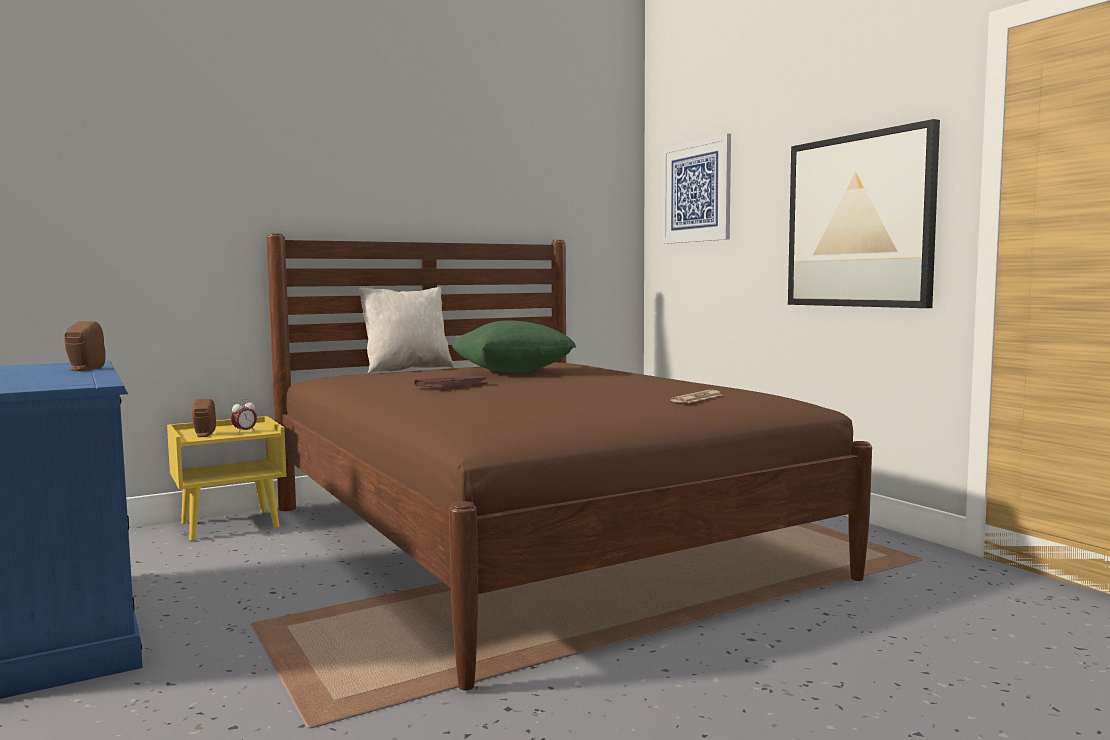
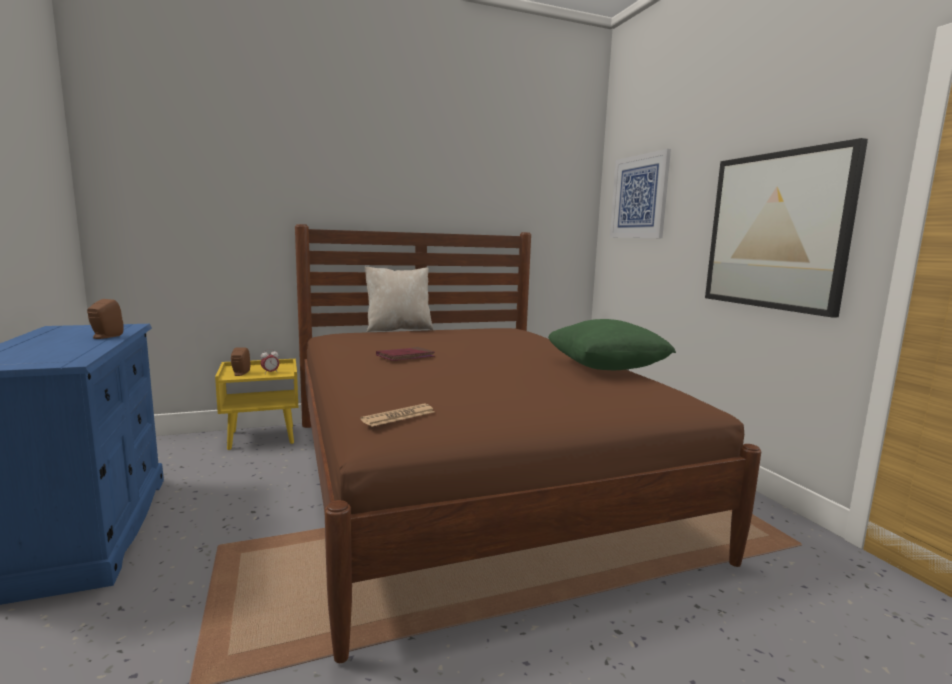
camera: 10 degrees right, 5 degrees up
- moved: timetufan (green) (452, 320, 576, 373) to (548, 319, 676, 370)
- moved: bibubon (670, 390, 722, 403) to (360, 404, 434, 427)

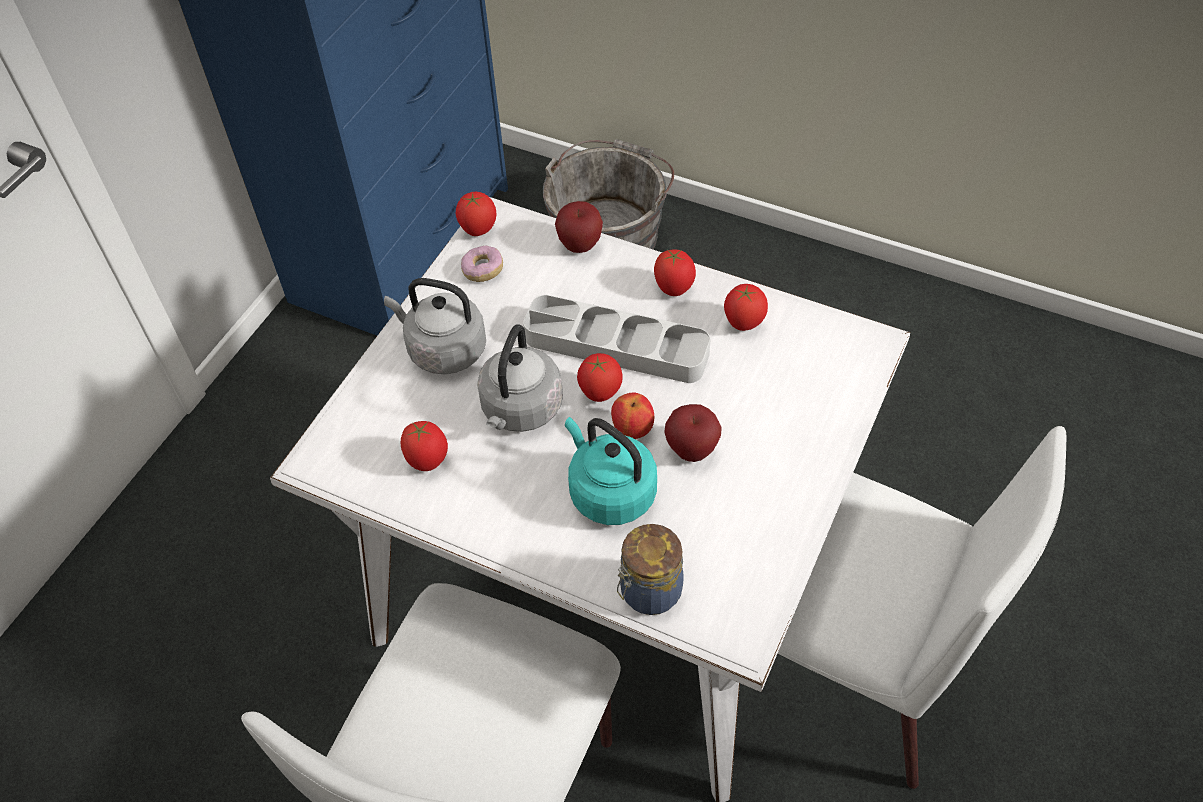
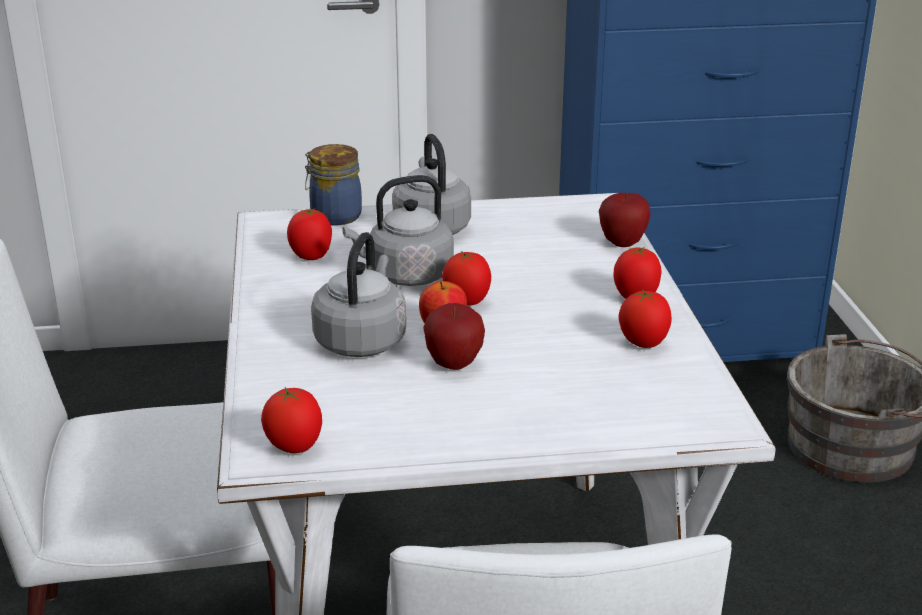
camera: 55 degrees right, 25 degrees down
- moved: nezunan (456, 192, 497, 236) to (261, 387, 322, 453)
- removed: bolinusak (461, 246, 503, 282)
- removed: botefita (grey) (523, 295, 710, 383)
- recoloured: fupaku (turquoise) (565, 417, 657, 525) to fupaku (grey) (311, 232, 406, 357)
- moved: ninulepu (617, 524, 684, 615) to (305, 144, 362, 225)

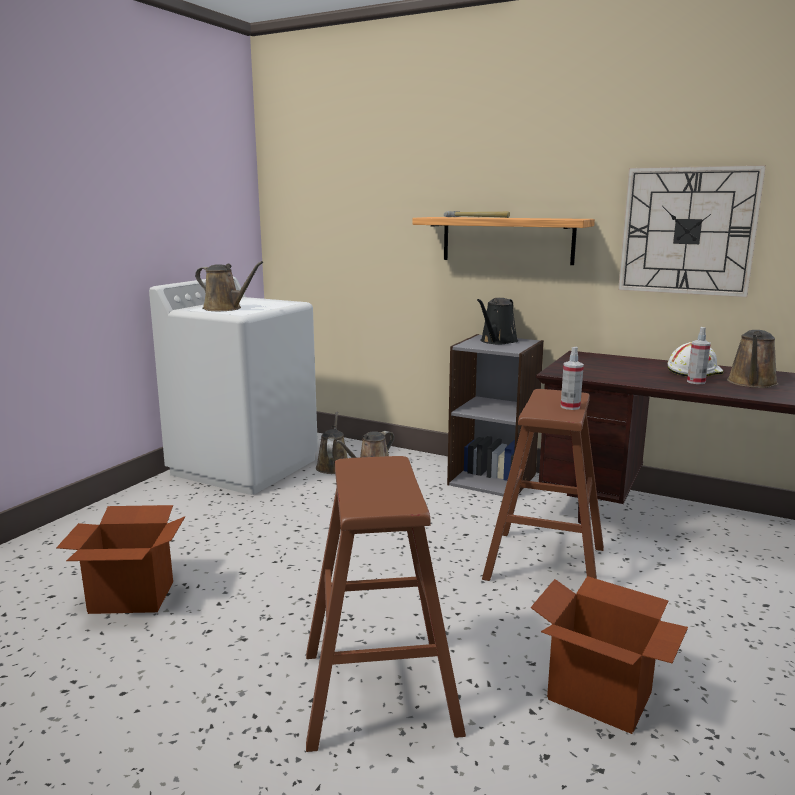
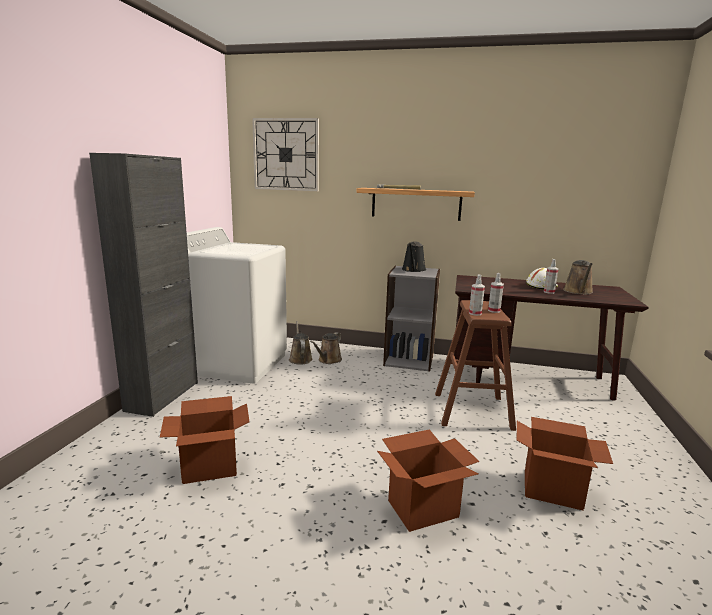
camera: 15 degrees left, 0 degrees up
- moved: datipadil (618, 165, 766, 297) to (252, 118, 319, 191)
- removed: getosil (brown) (195, 261, 263, 311)
- replaced: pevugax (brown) (306, 456, 466, 752) to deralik (377, 429, 479, 532)
- added: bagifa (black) (89, 153, 198, 417)
- added: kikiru (469, 274, 485, 316)

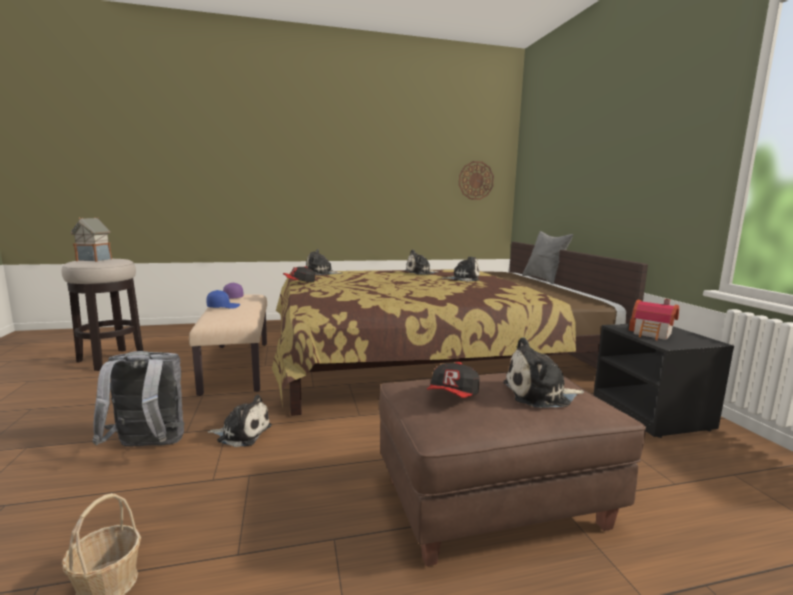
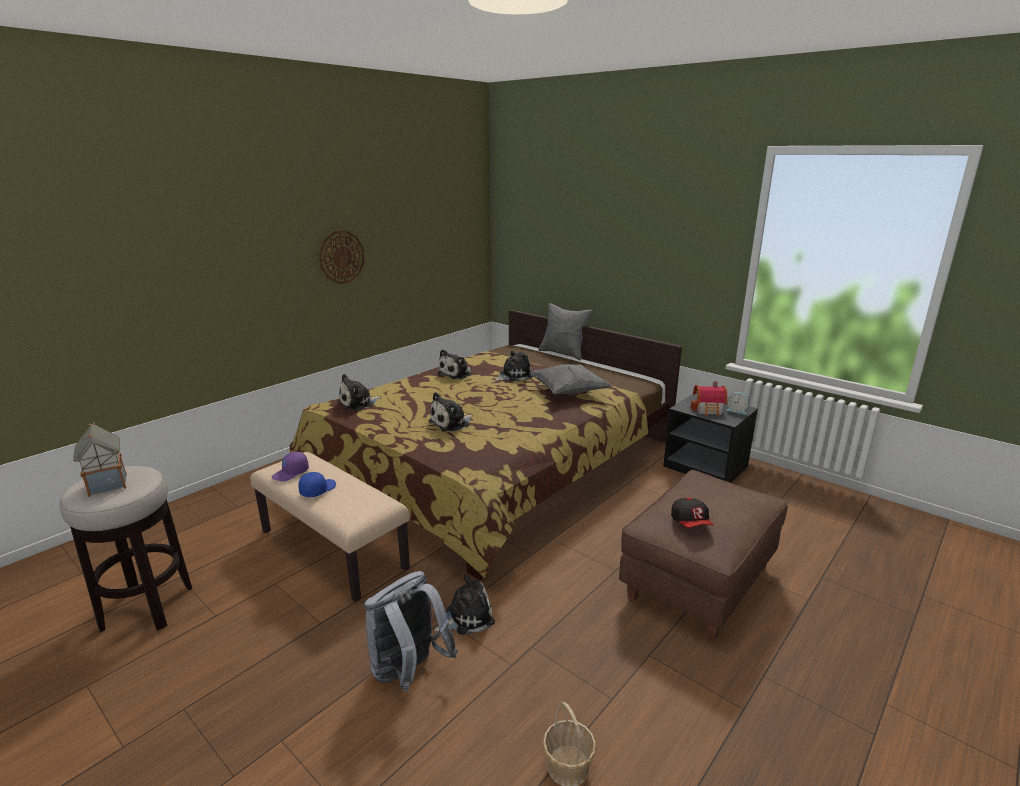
camera: 35 degrees left, 10 degrees up
- moved: datipadil (459, 161, 494, 200) to (319, 230, 365, 284)
- removed: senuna (283, 266, 315, 282)
- moved: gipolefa (503, 337, 584, 408) to (428, 392, 473, 432)
- added: timetufan (grey) (530, 364, 611, 395)
- added: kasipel (726, 392, 749, 415)

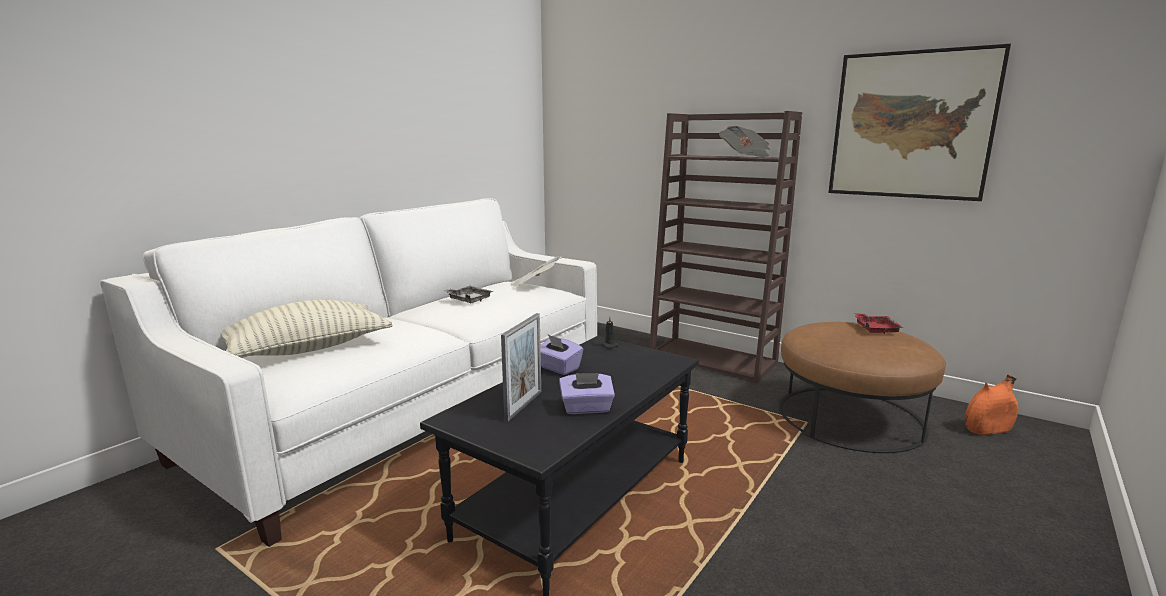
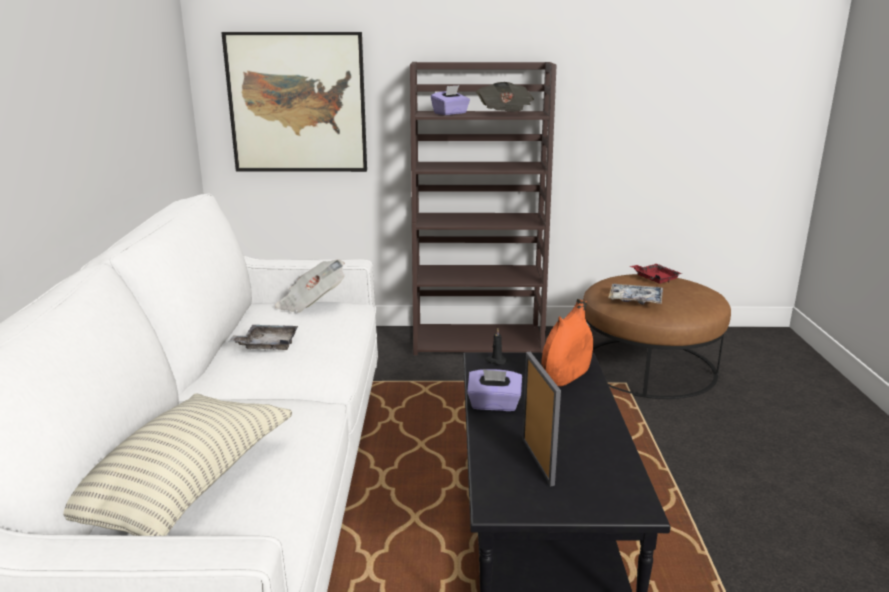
camera: 35 degrees left, 5 degrees up
- moved: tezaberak (828, 44, 1011, 201) to (221, 32, 367, 172)
- moved: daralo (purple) (559, 373, 615, 414) to (431, 85, 470, 115)
- moved: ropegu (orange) (965, 374, 1019, 435) to (541, 299, 593, 386)
- added: botefita (608, 284, 663, 305)

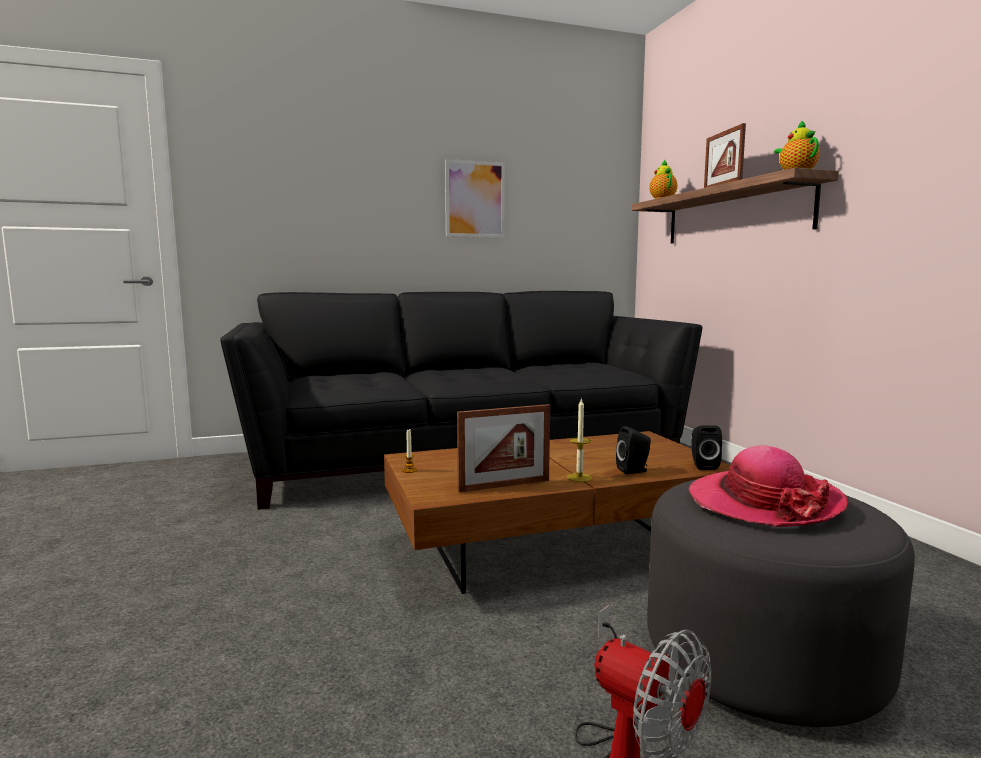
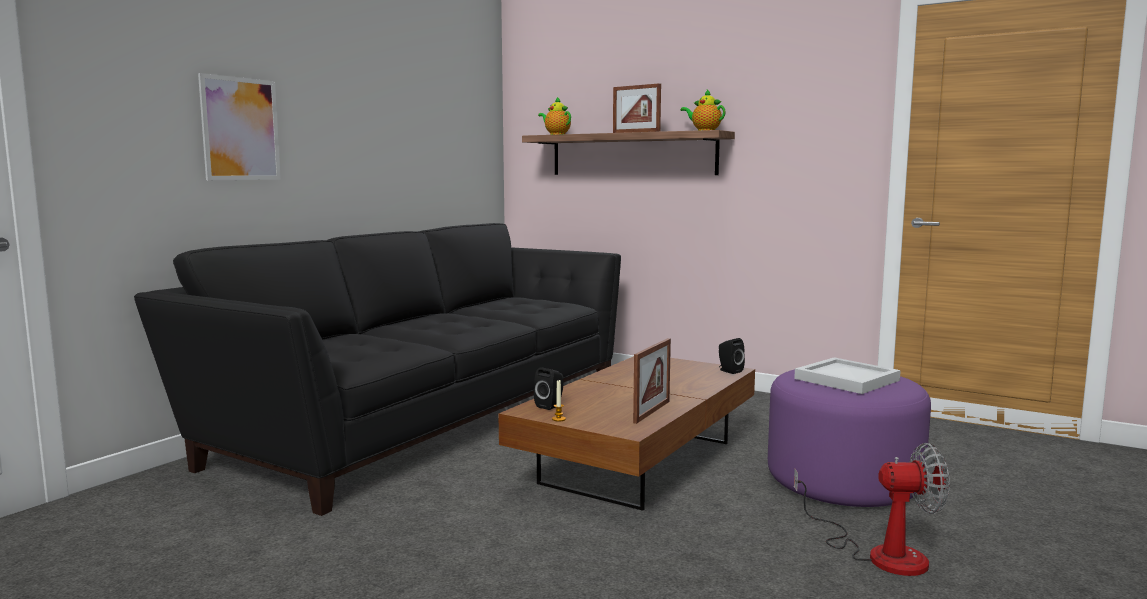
camera: 40 degrees left, 0 degrees up
- moved: tezaberak (445, 159, 505, 238) to (198, 73, 281, 180)
- removed: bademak (567, 398, 592, 482)
- moved: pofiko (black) (616, 426, 651, 474) to (534, 367, 564, 410)
- replaced: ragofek (689, 446, 848, 527) to botefita (white) (794, 357, 901, 394)
- recoloured: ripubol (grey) (647, 479, 915, 727) to ripubol (purple) (768, 369, 931, 507)

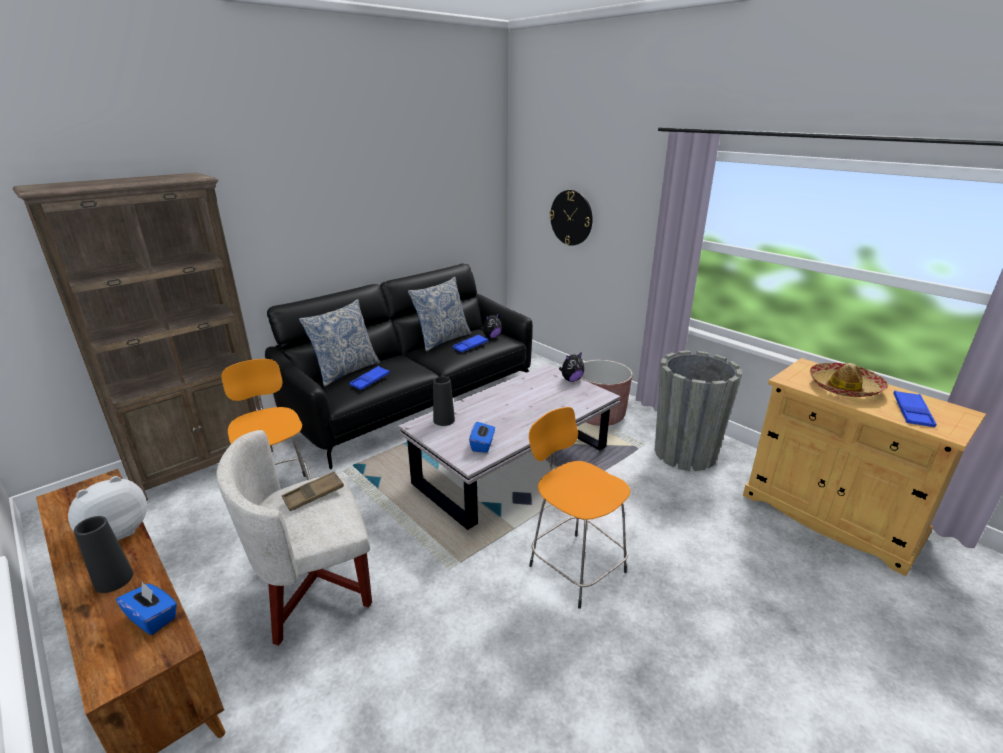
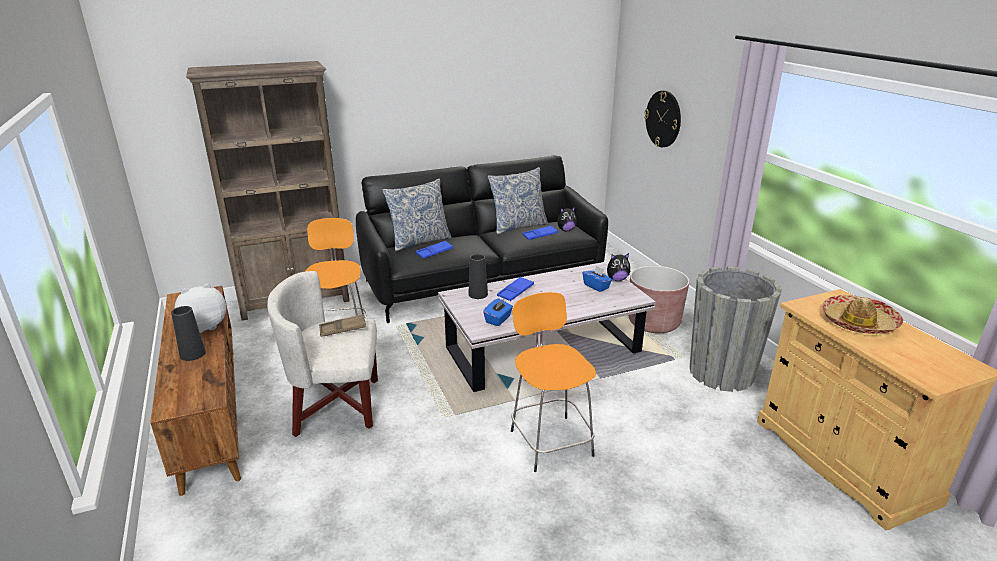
camera: 20 degrees right, 0 degrees up
- moved: botefita (blue) (893, 390, 936, 427) to (497, 277, 534, 301)
- moved: daralo (blue) (116, 582, 177, 635) to (583, 266, 612, 292)

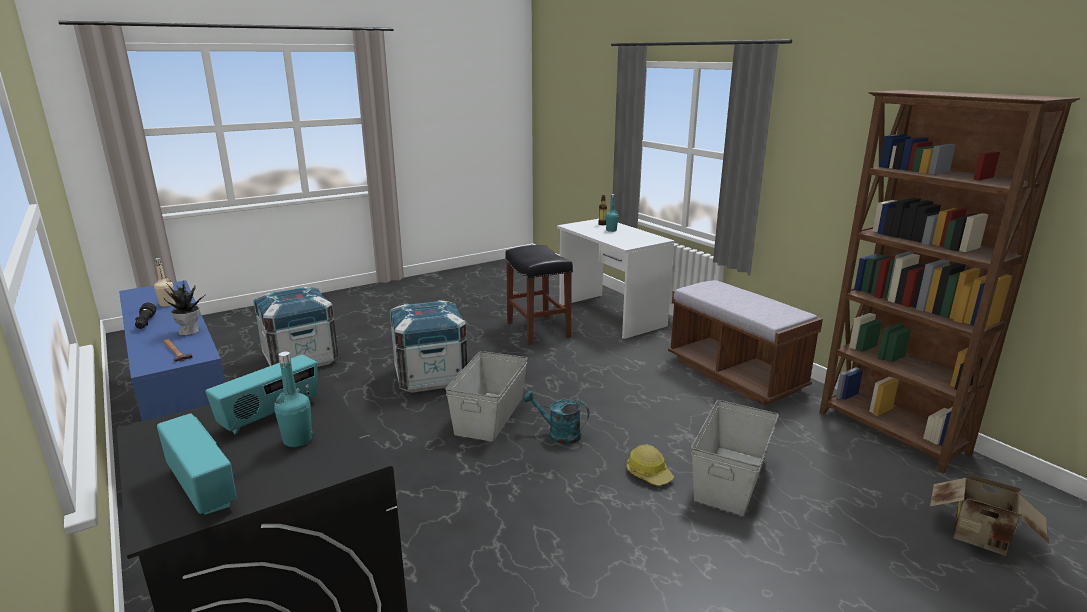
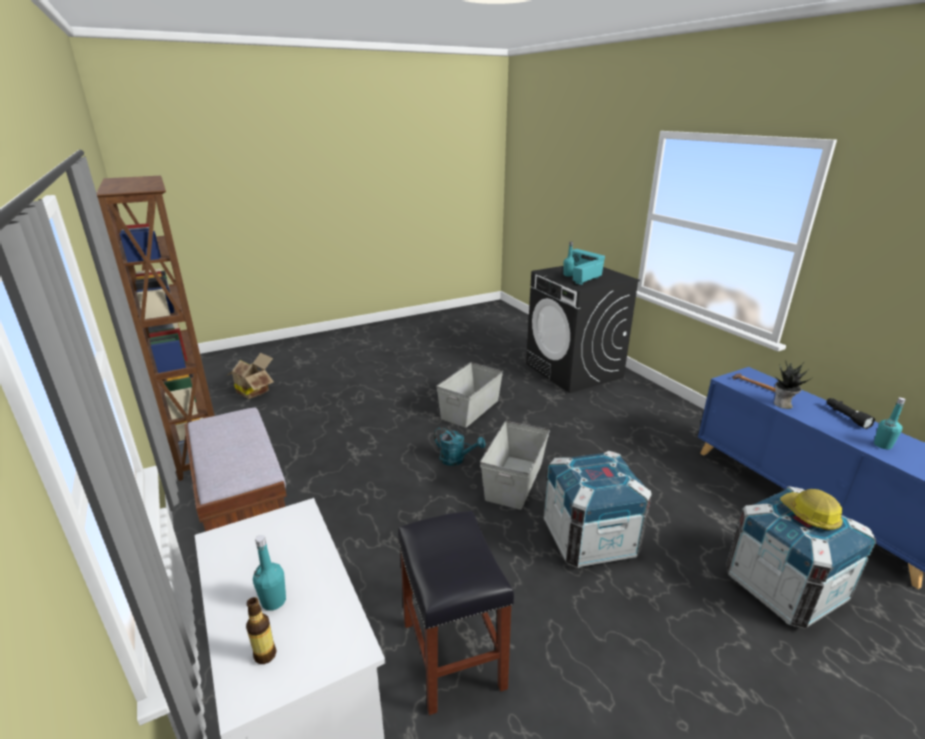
camera: 175 degrees left, 5 degrees up
- recoloured: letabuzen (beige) (154, 258, 175, 307) to letabuzen (turquoise) (874, 398, 906, 449)
- moved: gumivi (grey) (691, 400, 779, 515) to (436, 362, 503, 428)
- moved: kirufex (626, 444, 674, 486) to (780, 489, 843, 530)

